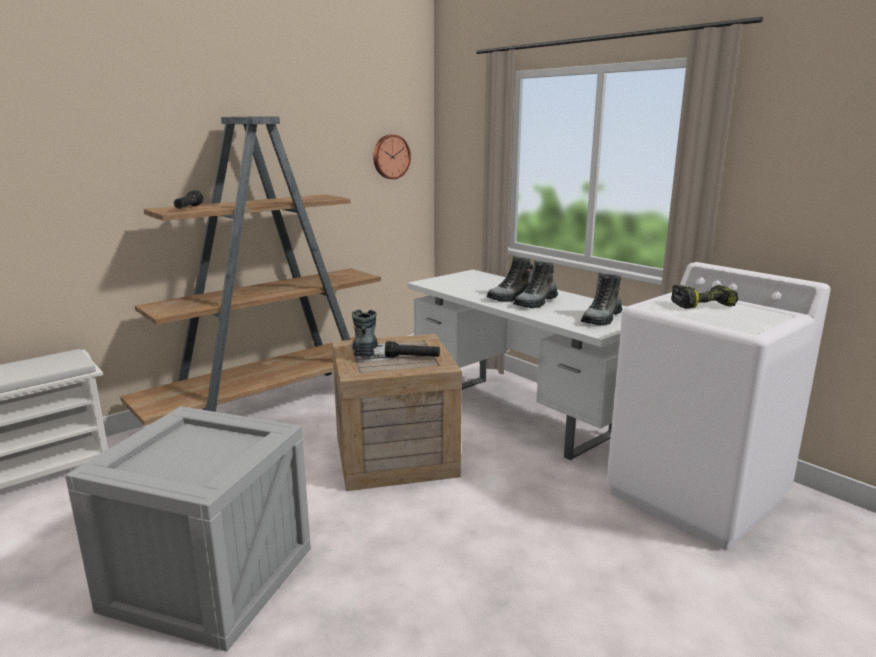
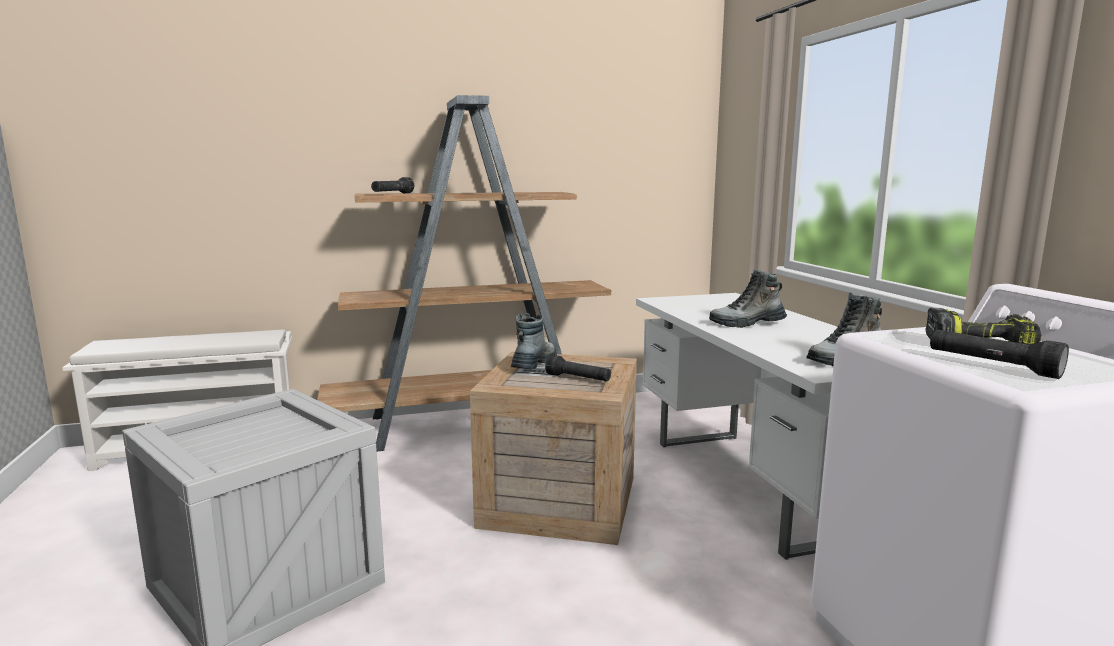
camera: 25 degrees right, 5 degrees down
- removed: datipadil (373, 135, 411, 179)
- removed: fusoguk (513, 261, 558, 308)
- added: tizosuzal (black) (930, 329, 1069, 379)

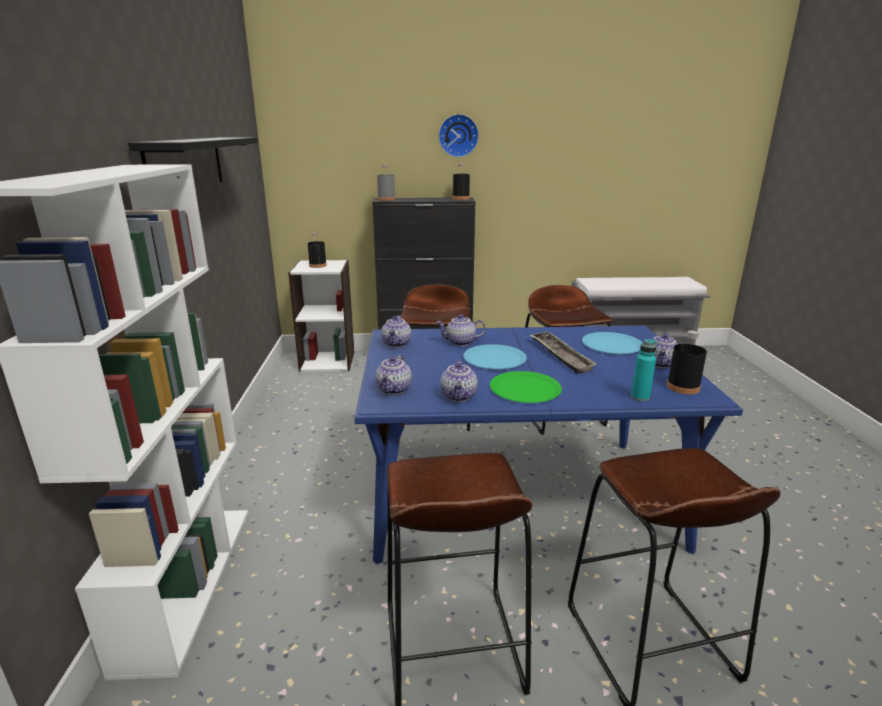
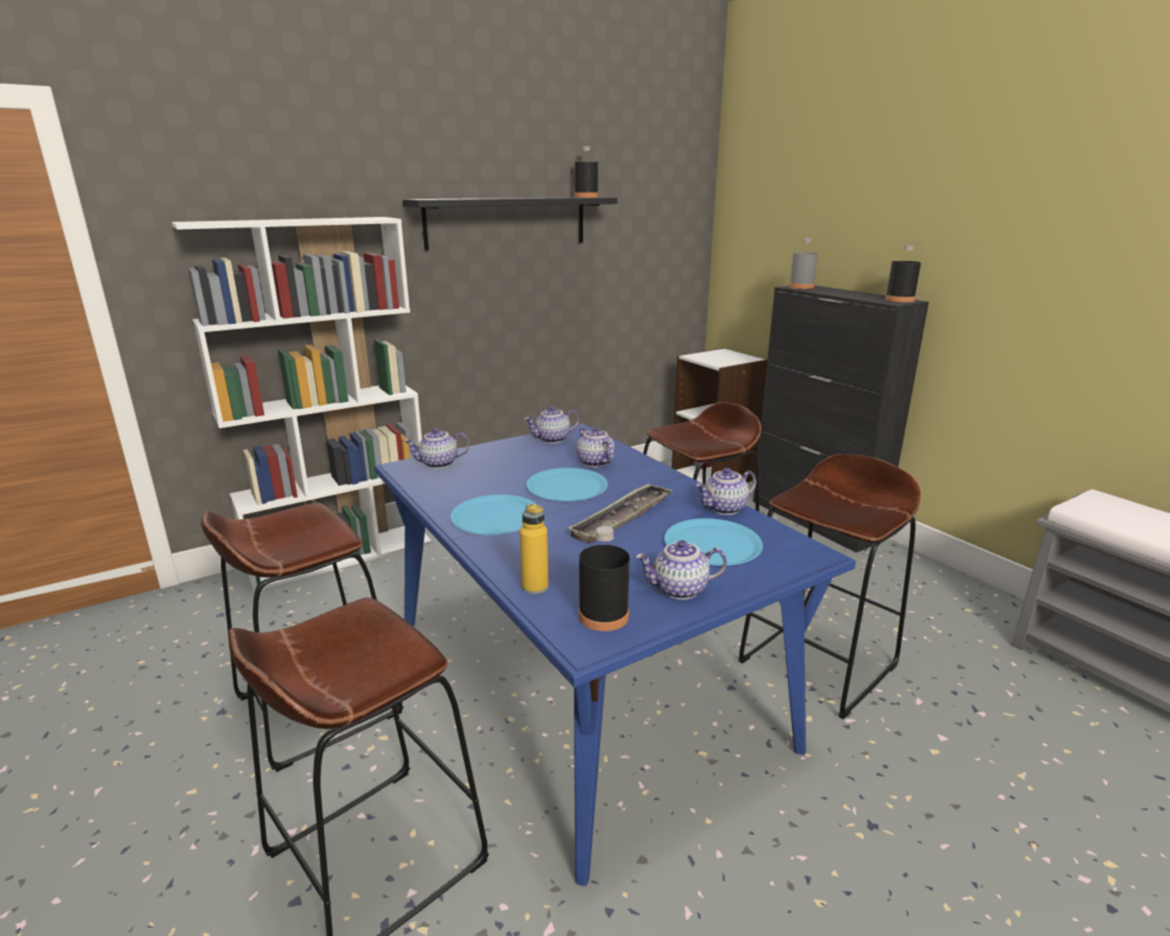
camera: 60 degrees right, 0 degrees up
- removed: datipadil (438, 114, 479, 157)
- moved: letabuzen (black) (308, 232, 327, 268) to (574, 146, 598, 197)
- recoloured: letabuzen (turquoise) (631, 339, 657, 401) to letabuzen (yellow) (520, 503, 549, 594)
- moved: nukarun (440, 360, 478, 402) to (696, 468, 756, 515)
- recoloured: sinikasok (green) (490, 371, 562, 403) to sinikasok (blue) (450, 495, 537, 535)

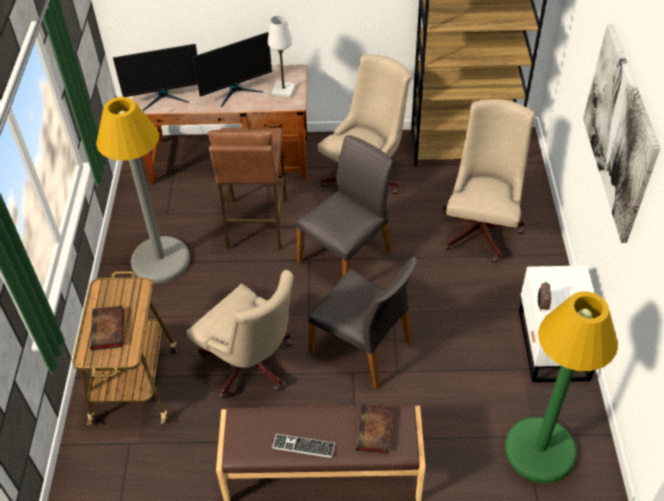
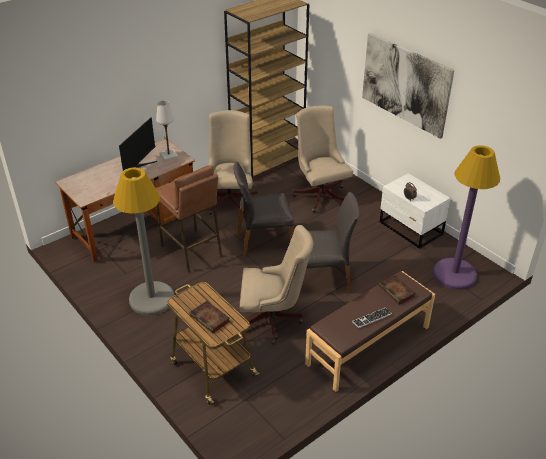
camera: 40 degrees left, 10 degrees down
- removed: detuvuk (113, 44, 198, 111)
- turned: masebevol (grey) (296, 135, 393, 277) = (233, 161, 294, 258) 105 degrees counterclockwise
- recoloured: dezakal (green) (505, 291, 618, 483) to dezakal (purple) (433, 145, 500, 290)

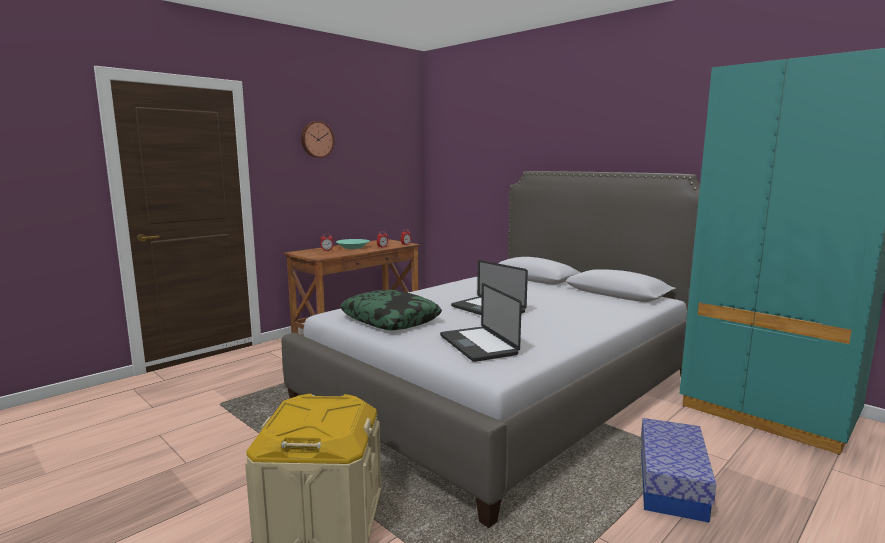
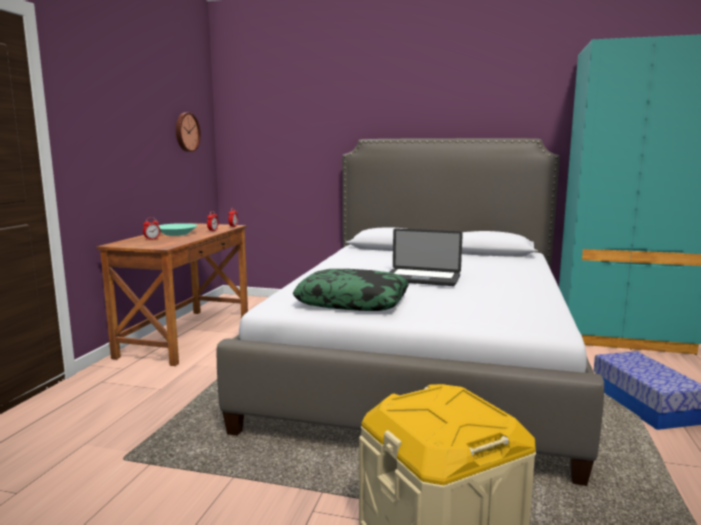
camera: 30 degrees left, 0 degrees up
- moved: datipadil (301, 121, 335, 158) to (176, 112, 201, 152)
- removed: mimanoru (440, 283, 522, 362)

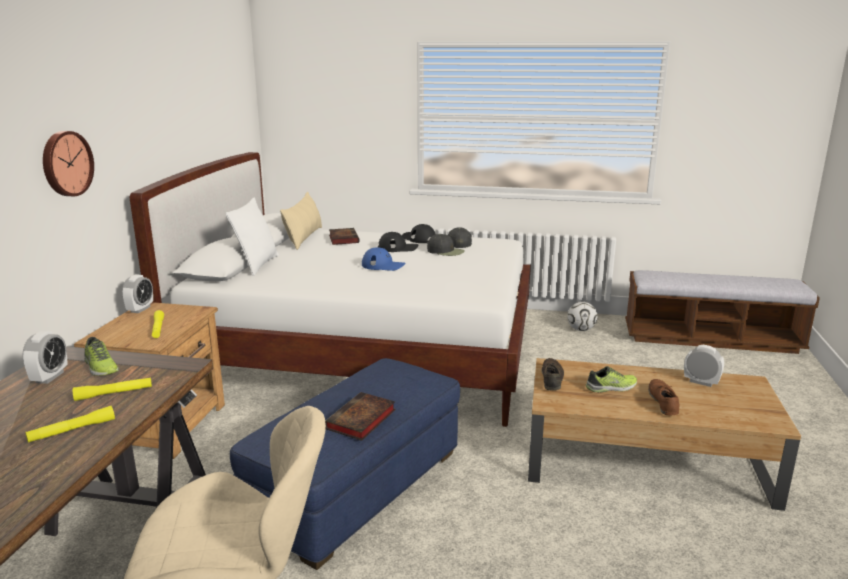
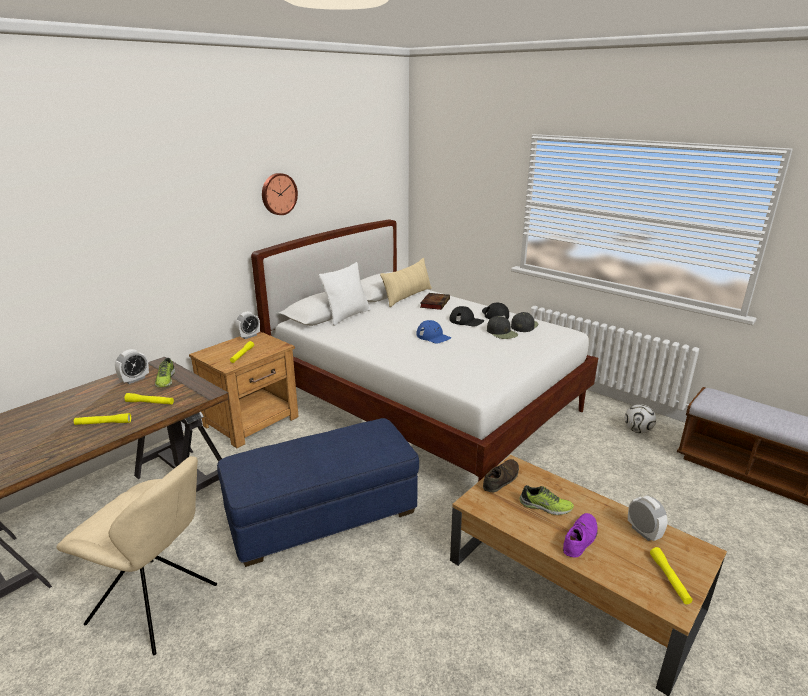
camera: 30 degrees right, 5 degrees up
- moved: datipadil (43, 131, 94, 196) to (262, 173, 298, 215)
- recoloured: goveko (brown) (648, 379, 680, 416) to goveko (purple) (563, 513, 598, 558)
- removed: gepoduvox (325, 392, 396, 441)
- added: tizosuzal (yellow) (650, 547, 693, 604)

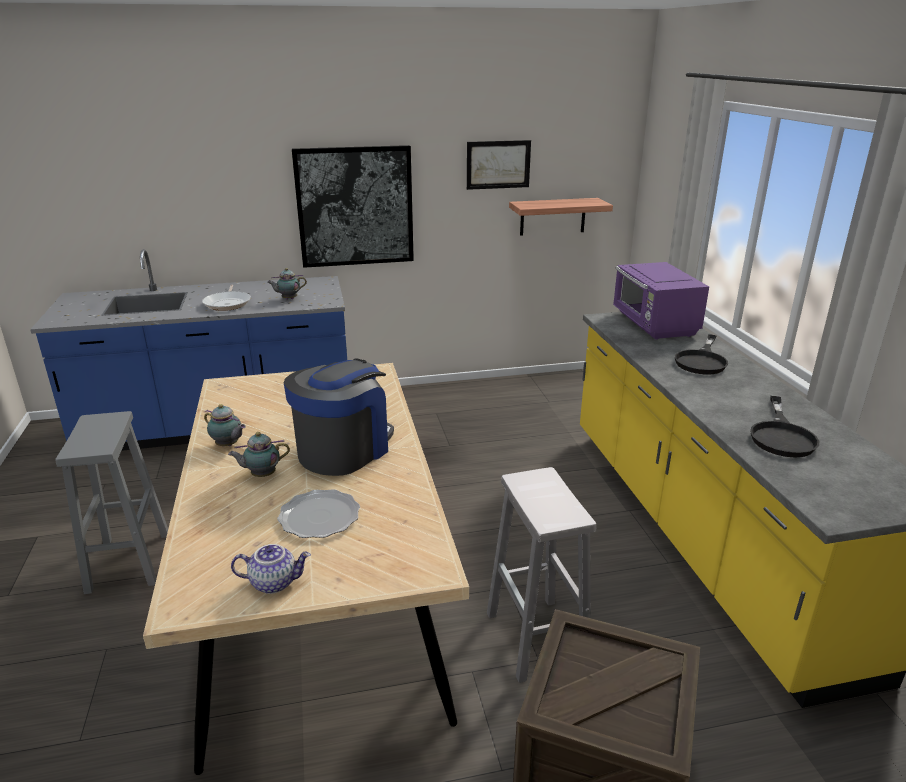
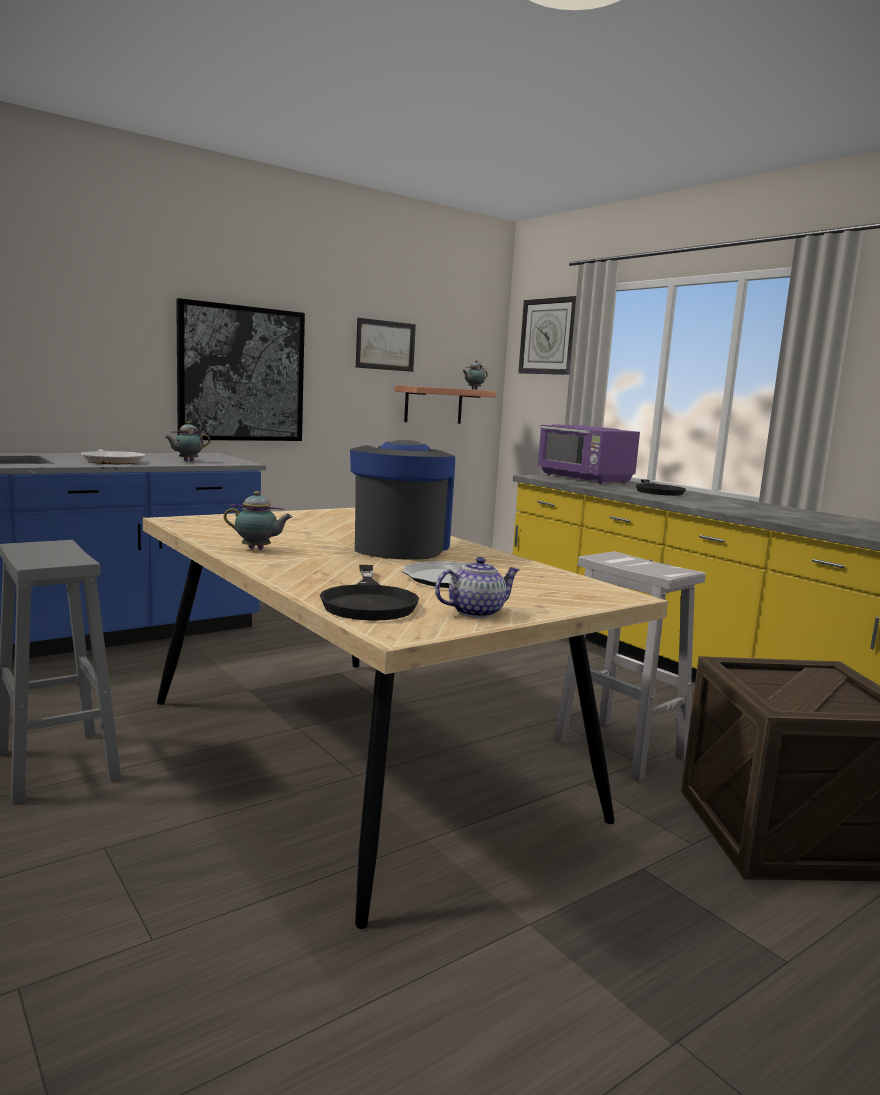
camera: 25 degrees left, 15 degrees down
- moved: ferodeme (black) (750, 396, 819, 458) to (320, 565, 419, 621)
- moved: nukarun (228, 432, 290, 477) to (462, 360, 488, 390)
- added: datipadil (518, 296, 576, 375)

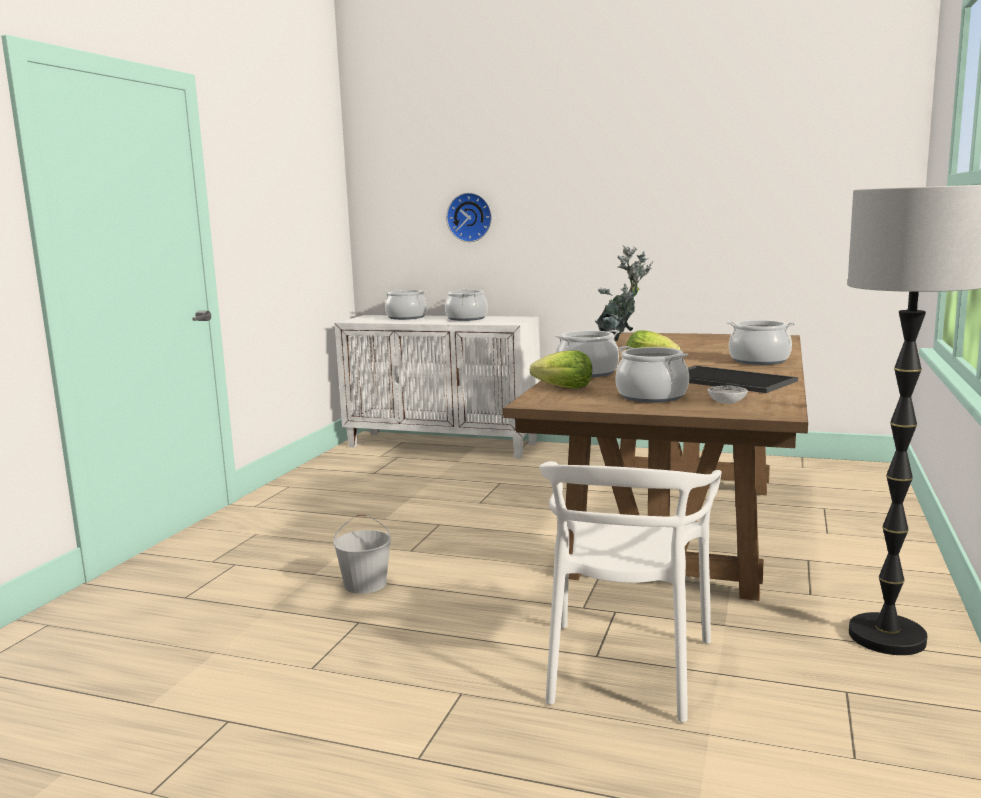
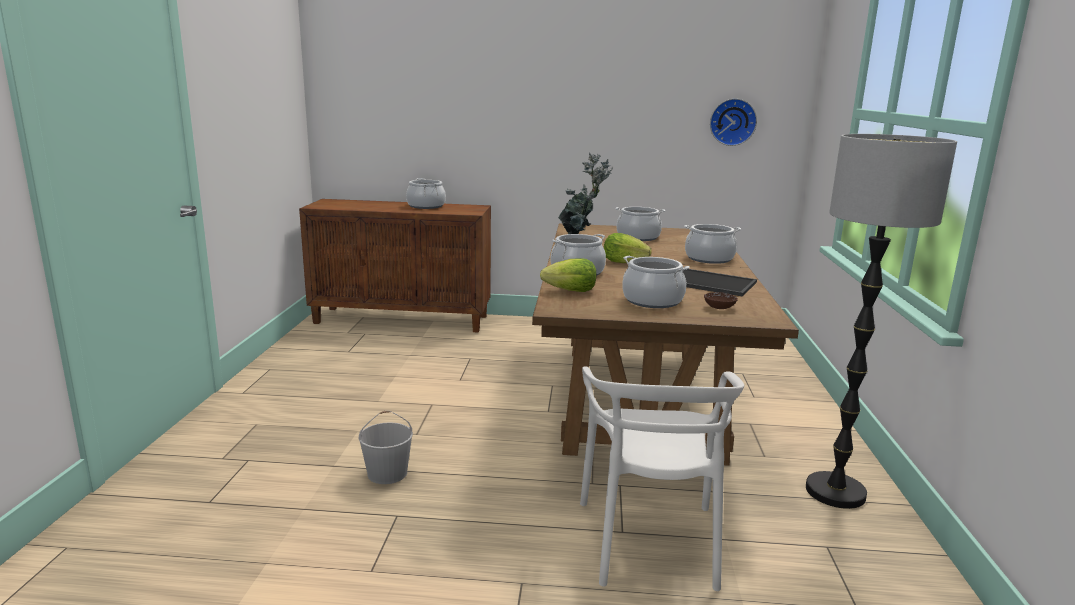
camera: 15 degrees left, 5 degrees up
- moved: datipadil (446, 192, 492, 242) to (710, 98, 757, 146)
- moved: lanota (384, 290, 427, 320) to (615, 207, 665, 241)
- recoloured: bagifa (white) (335, 315, 540, 459) to bagifa (brown) (299, 199, 491, 333)
- recoloured: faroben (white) (708, 385, 748, 404) to faroben (brown) (704, 292, 738, 309)

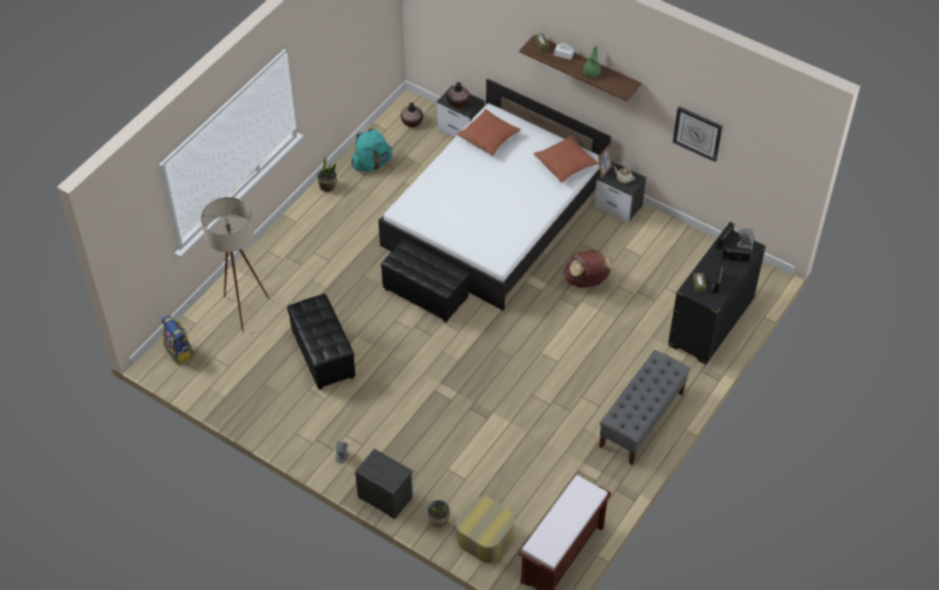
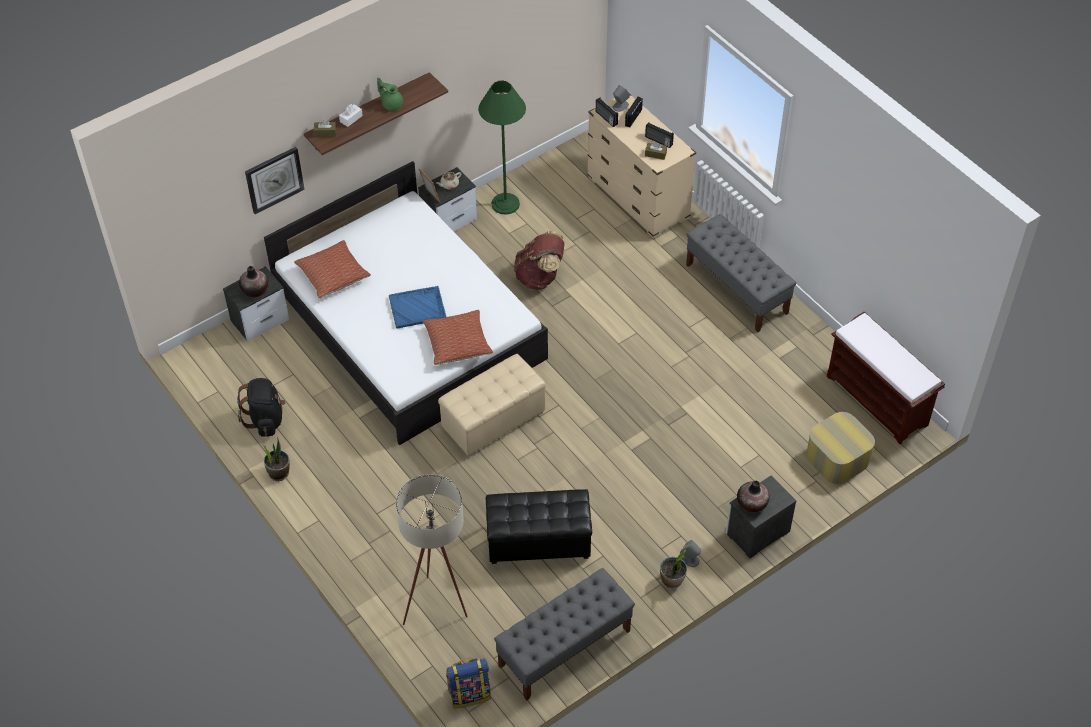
camera: 70 degrees left, 0 degrees up
- moved: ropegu (401, 103, 423, 127) to (737, 481, 770, 513)
- moved: datipadil (673, 106, 723, 162) to (245, 147, 304, 214)
- recoloured: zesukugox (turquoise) (351, 128, 392, 171) to zesukugox (black) (237, 378, 286, 437)
- moved: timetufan (534, 135, 599, 183) to (423, 310, 493, 365)
- recoloured: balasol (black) (668, 227, 766, 364) to balasol (beige) (587, 92, 696, 239)
- recoloured: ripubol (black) (381, 239, 469, 323) to ripubol (beige) (438, 354, 546, 457)
- moved: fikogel (427, 500, 450, 527) to (660, 549, 687, 588)
- added: dezakal (green) (479, 81, 526, 215)
- added: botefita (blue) (389, 286, 446, 329)
- added: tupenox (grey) (494, 568, 635, 701)

